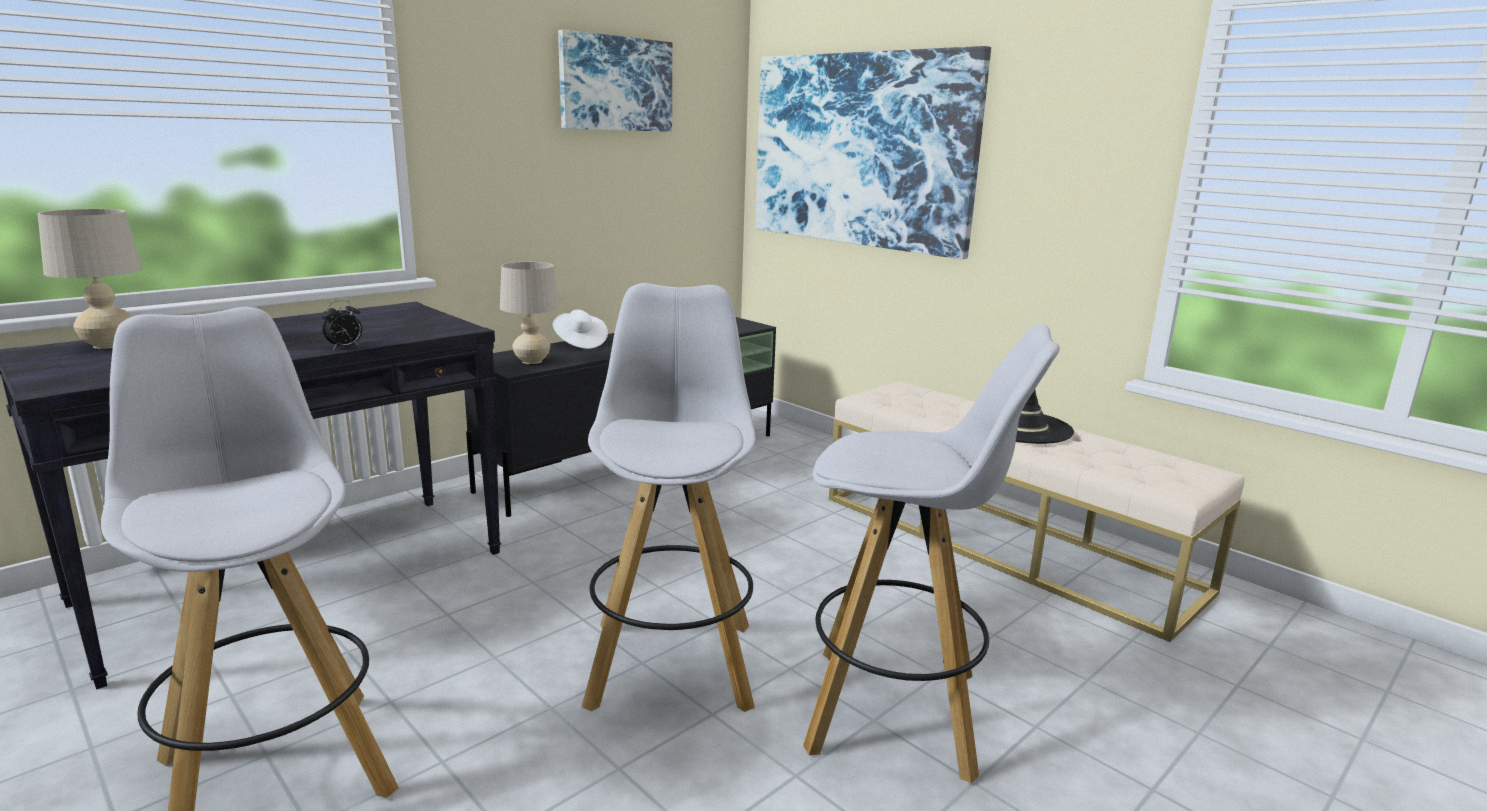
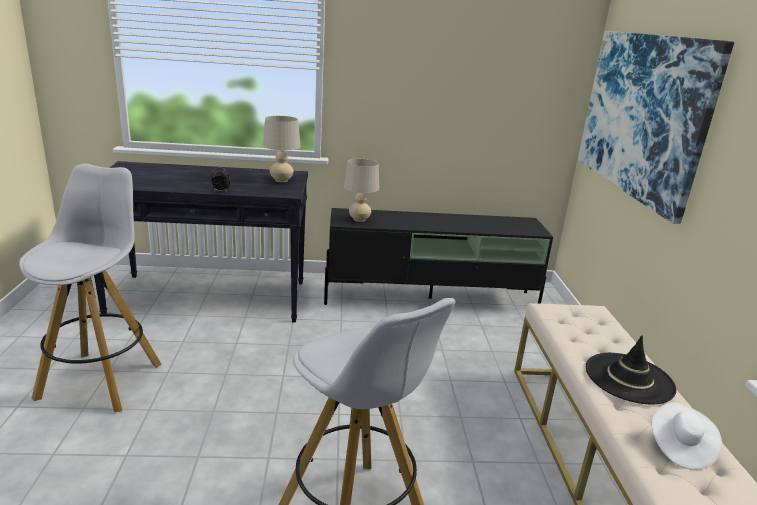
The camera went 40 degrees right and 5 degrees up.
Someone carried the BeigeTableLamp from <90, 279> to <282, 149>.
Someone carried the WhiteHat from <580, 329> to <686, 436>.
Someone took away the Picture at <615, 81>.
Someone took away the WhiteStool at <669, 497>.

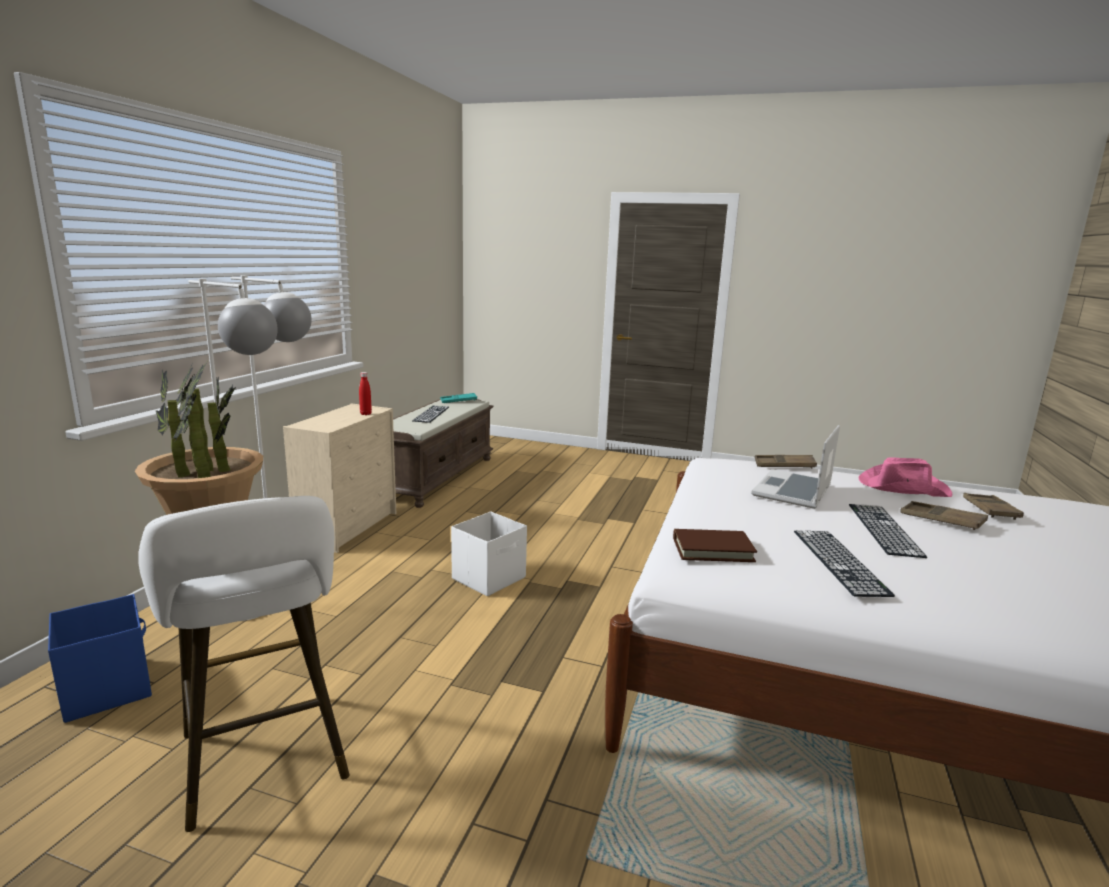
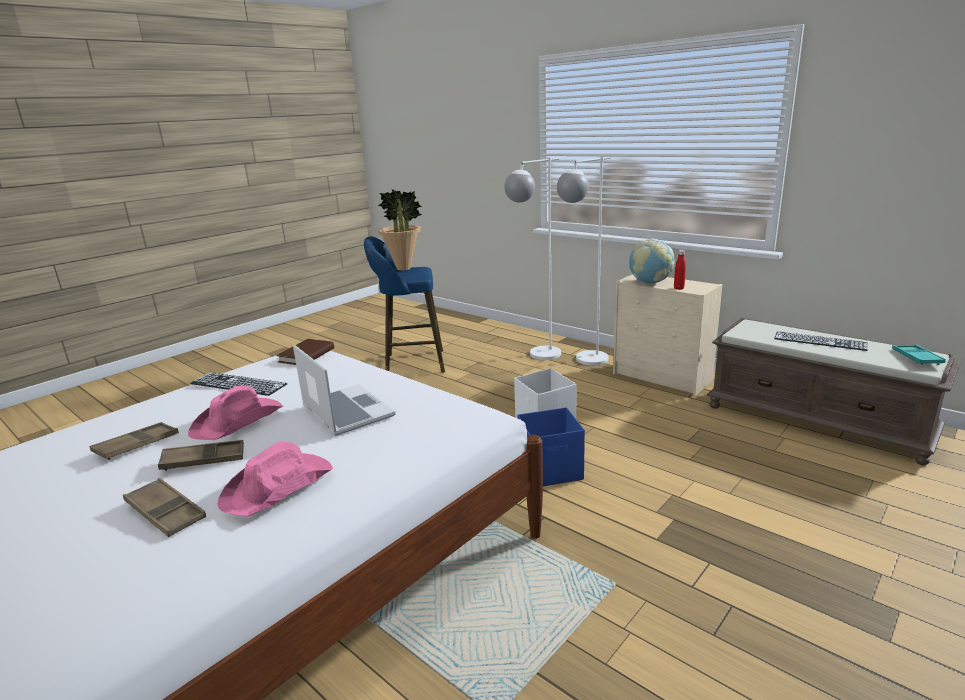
The camera went 115 degrees right and 5 degrees up.
Someone carried the BrownTray from <786, 461> to <134, 441>.
Someone swapped the Keyboard at <888, 531> for the PinkHat at <236, 412>.
Someone repainted the WhiteStool at <244, 664>, which became the BlueStool at <404, 304>.
Someone carried the BlueStorageBox from <100, 658> to <551, 446>.
Someone put down the Globe at <652, 261>.

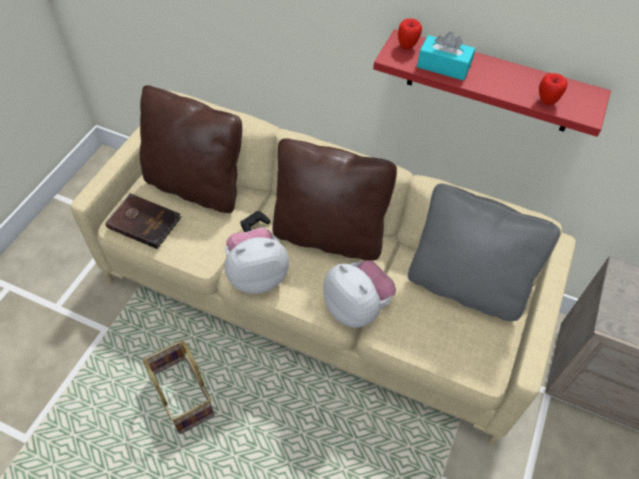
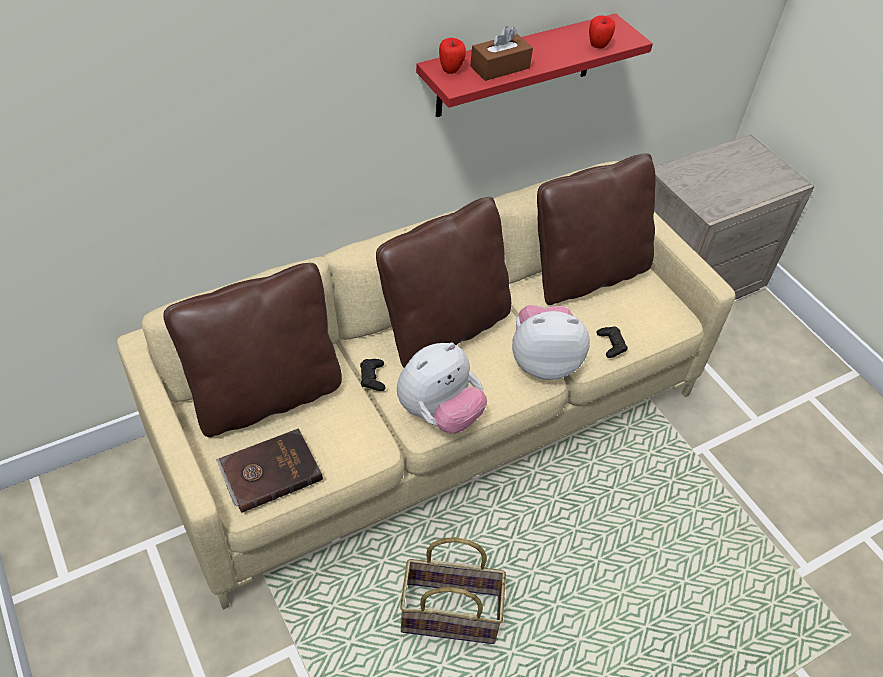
The camera went 55 degrees left and 5 degrees down.
Someone rotated the PlushToy at <257, 260> by 150 degrees counterclockwise.
Someone repainted the TurquoiseTissueBox at <446, 56>, which became the BrownTissueBox at <501, 53>.
Someone repainted the GreyPillow at <484, 252>, which became the BrownPillow at <596, 229>.
Someone put down the BlackGameController at <612, 342>.

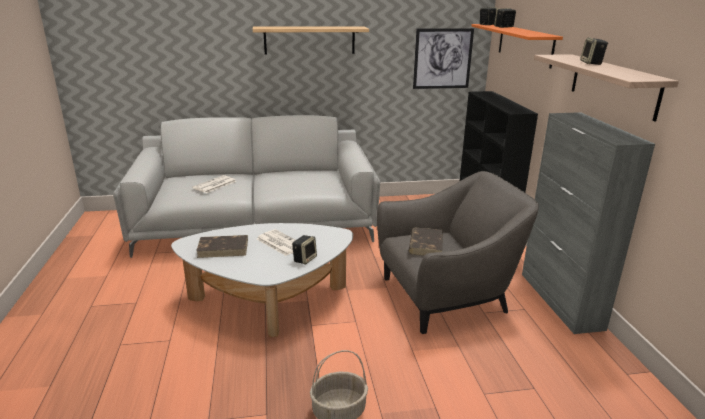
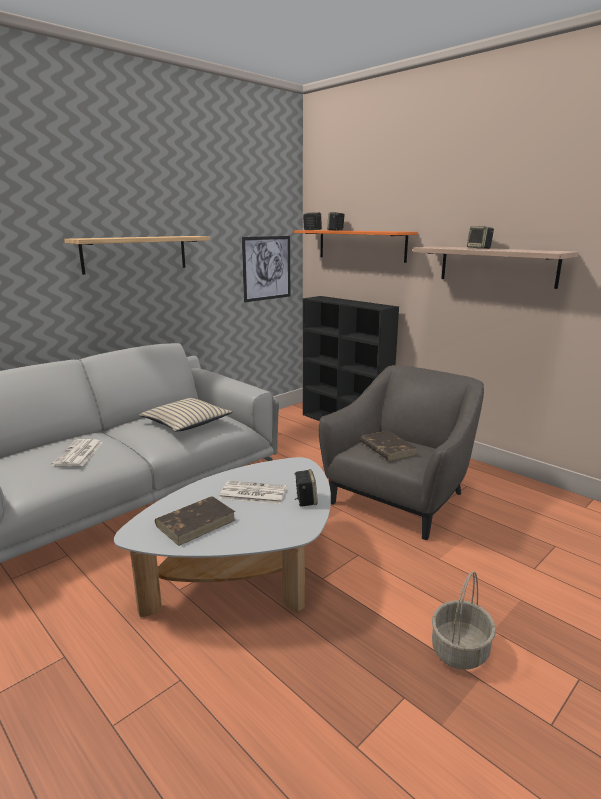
The camera went 35 degrees left and 5 degrees down.
Someone put down the BeigePillow at <186, 415>.
Someone took away the GreyCabinet at <588, 223>.

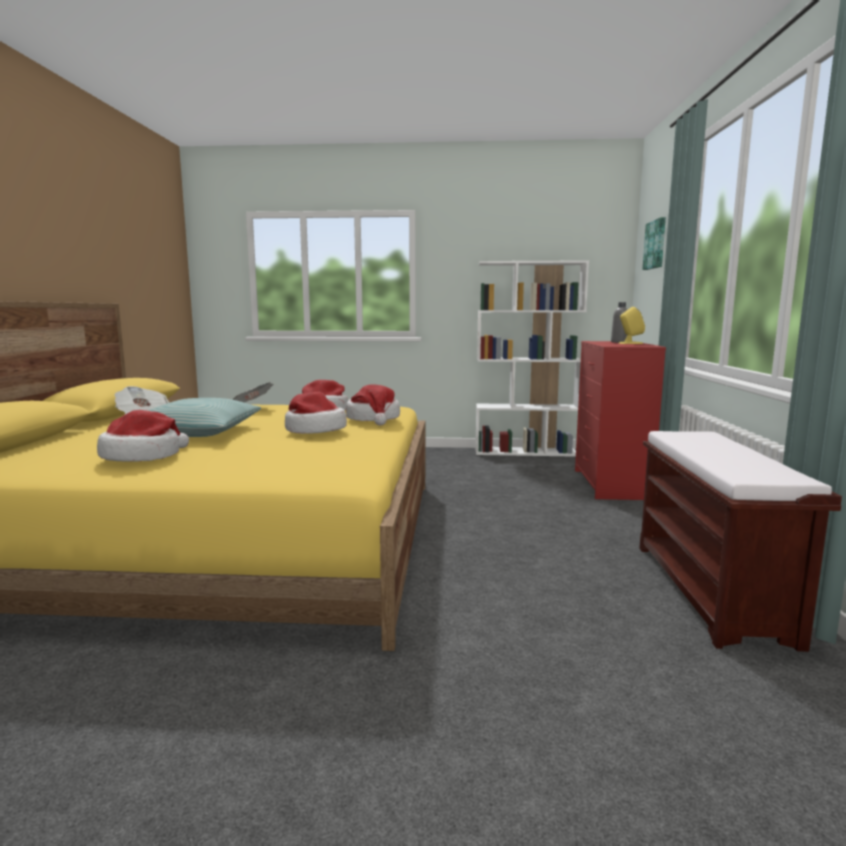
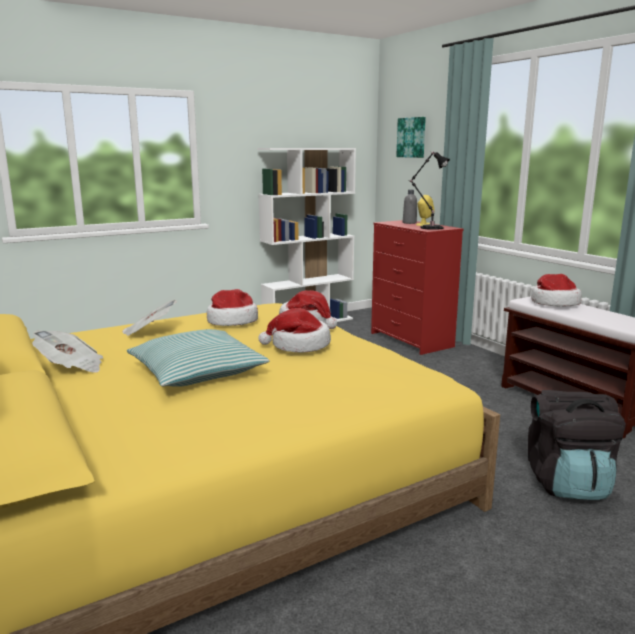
The camera went 35 degrees left and 5 degrees up.
Someone put down the BlackTableLamp at <430, 191>.
Someone put down the BlackBackpack at <577, 445>.
Someone carried the Hat from <143, 436> to <556, 290>.

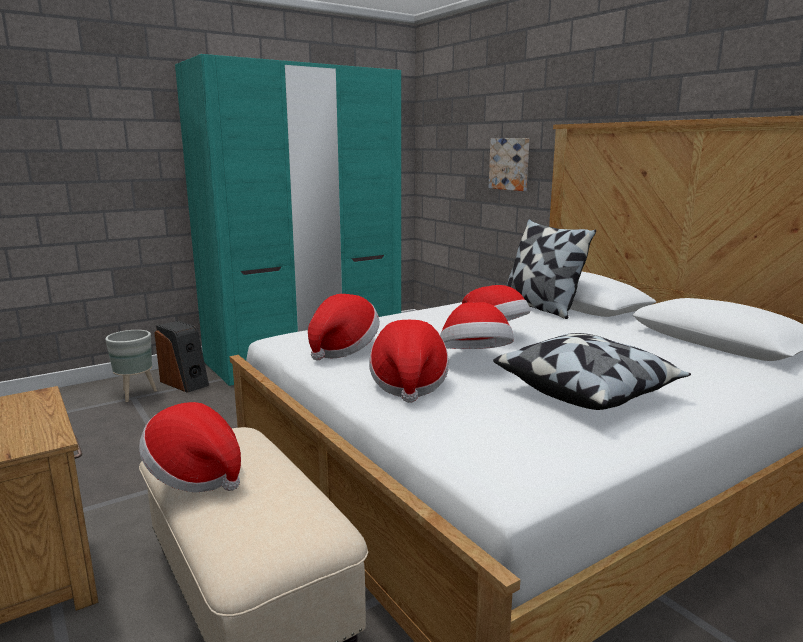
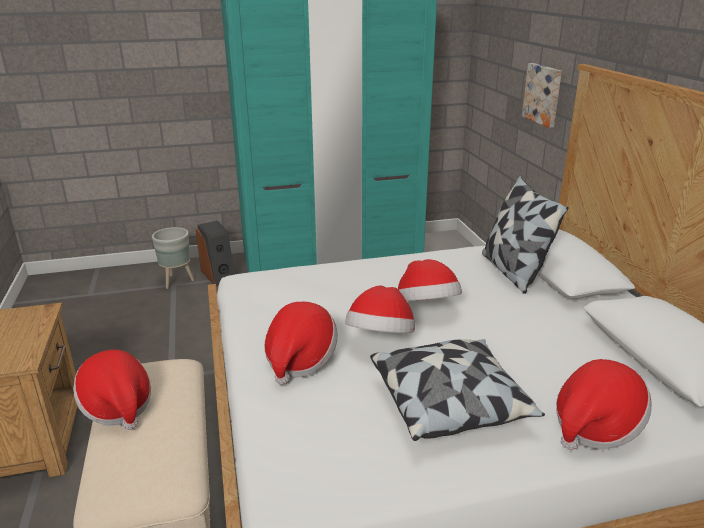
The camera went 20 degrees right and 10 degrees up.
Someone carried the Hat from <344, 327> to <604, 404>.

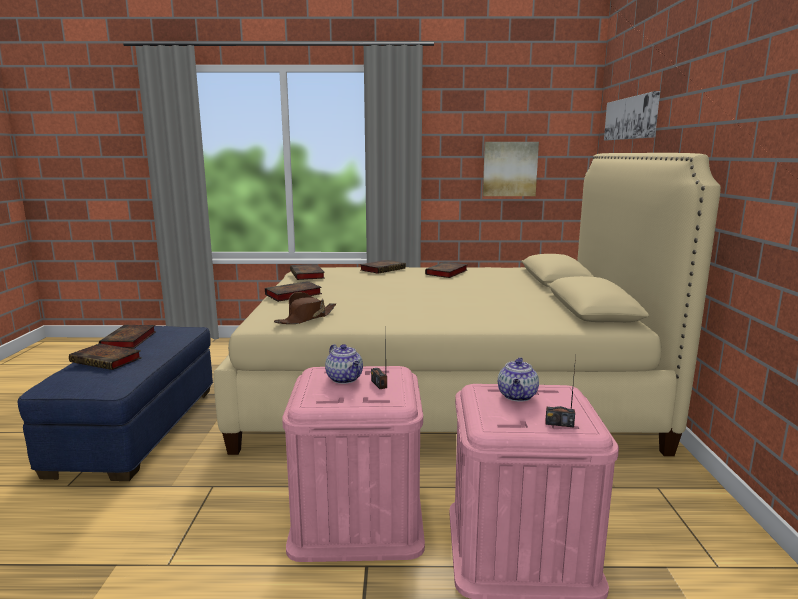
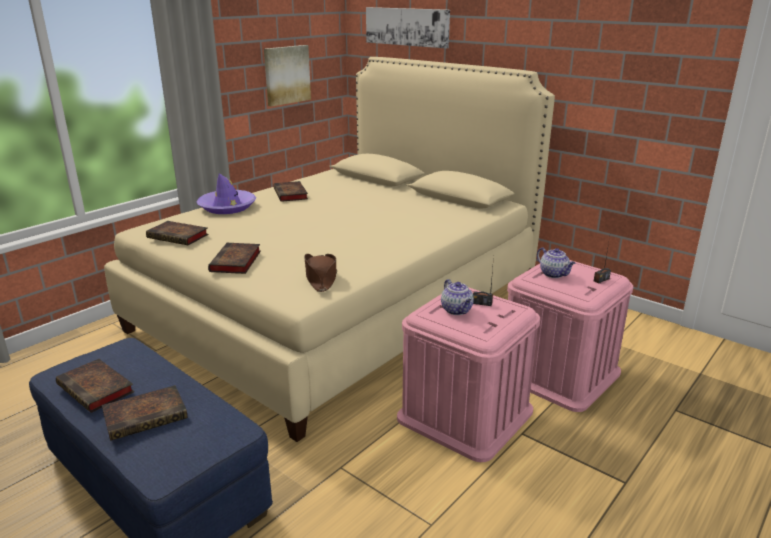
The camera went 50 degrees left and 10 degrees up.
Someone swapped the Book at <383, 267> for the PurpleHat at <226, 193>.
Someone rotated the Teapot at <344, 364> by 60 degrees clockwise.

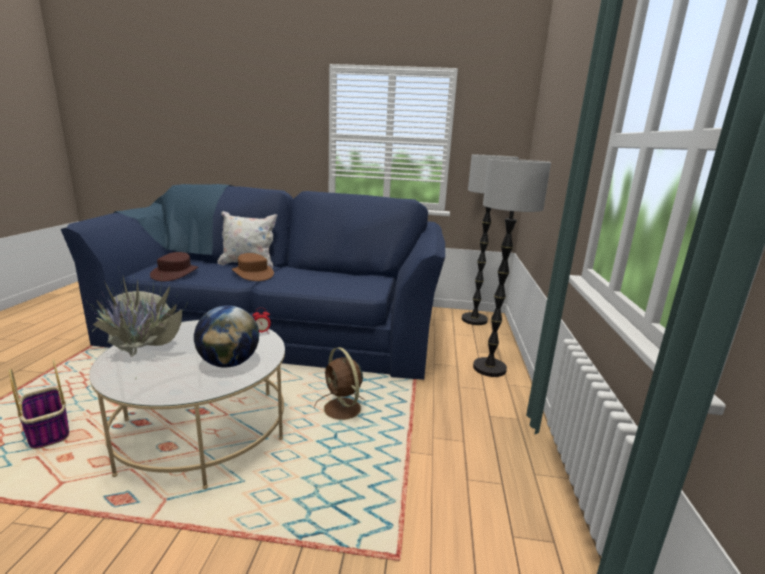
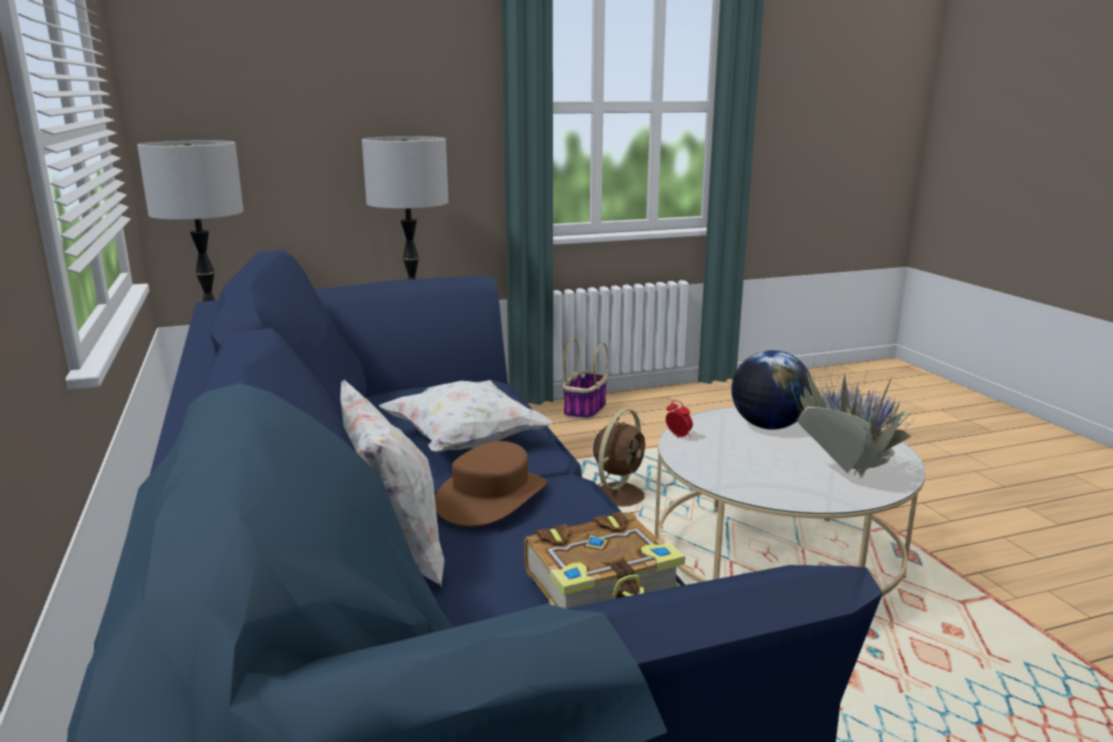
The camera went 115 degrees left and 0 degrees up.
Someone put down the WhitePillow at <466, 416>.
Someone swapped the BrownHat at <174, 267> for the Book at <604, 560>.
Someone carried the Basket from <39, 404> to <585, 379>.

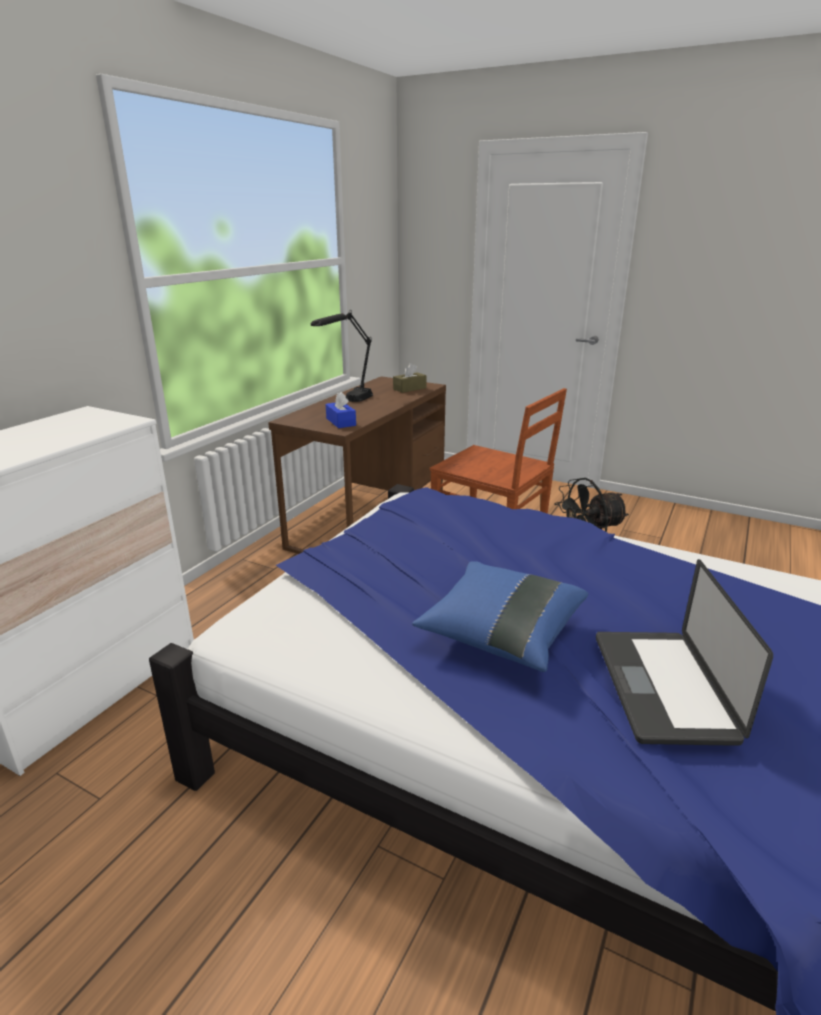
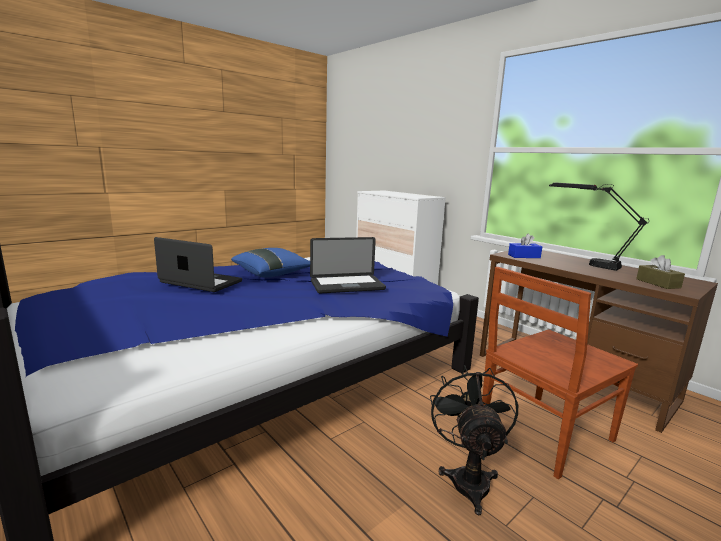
The camera went 110 degrees right and 10 degrees down.
Someone put down the Laptop at <348, 265>.

